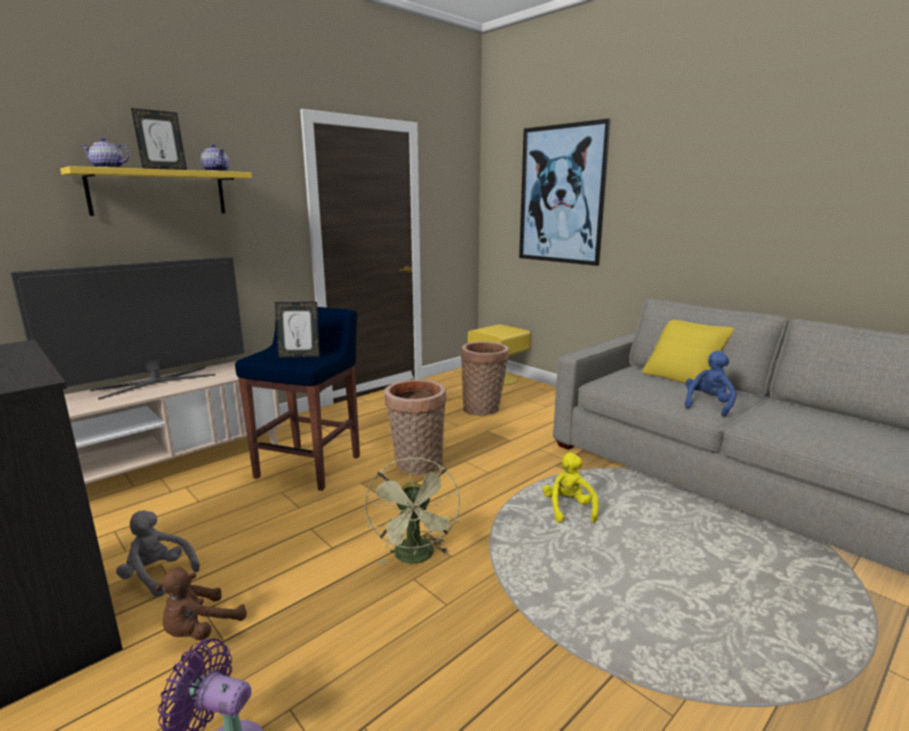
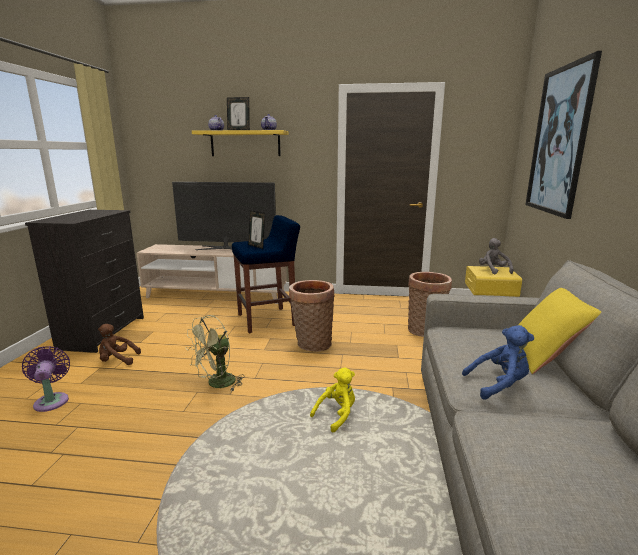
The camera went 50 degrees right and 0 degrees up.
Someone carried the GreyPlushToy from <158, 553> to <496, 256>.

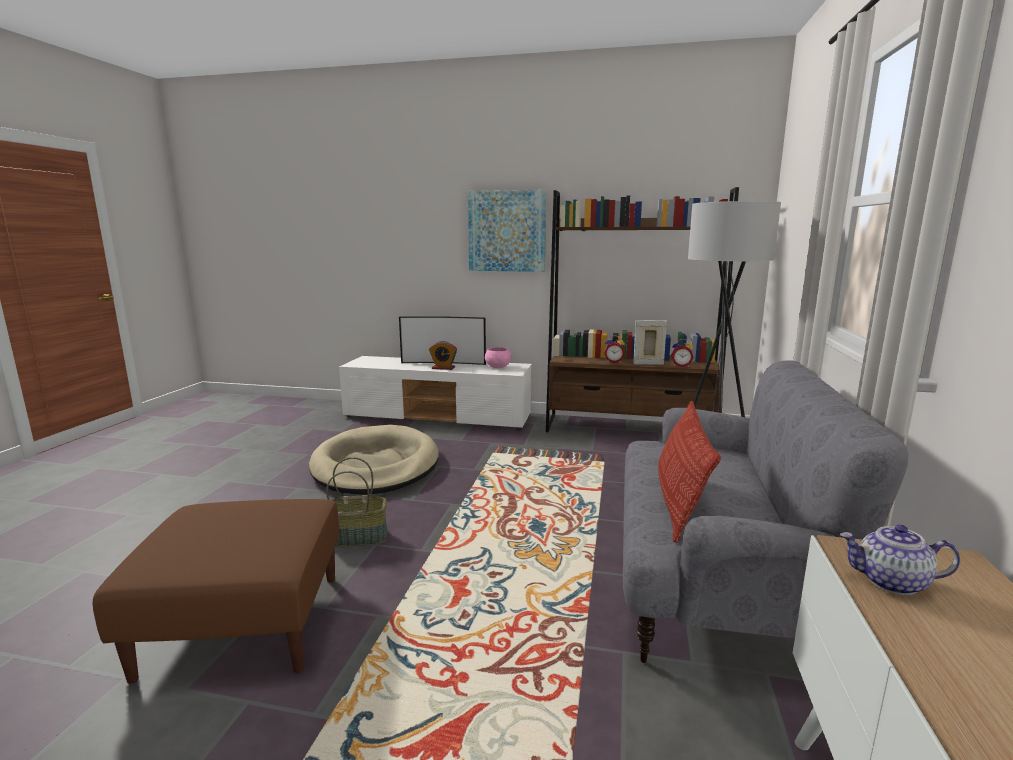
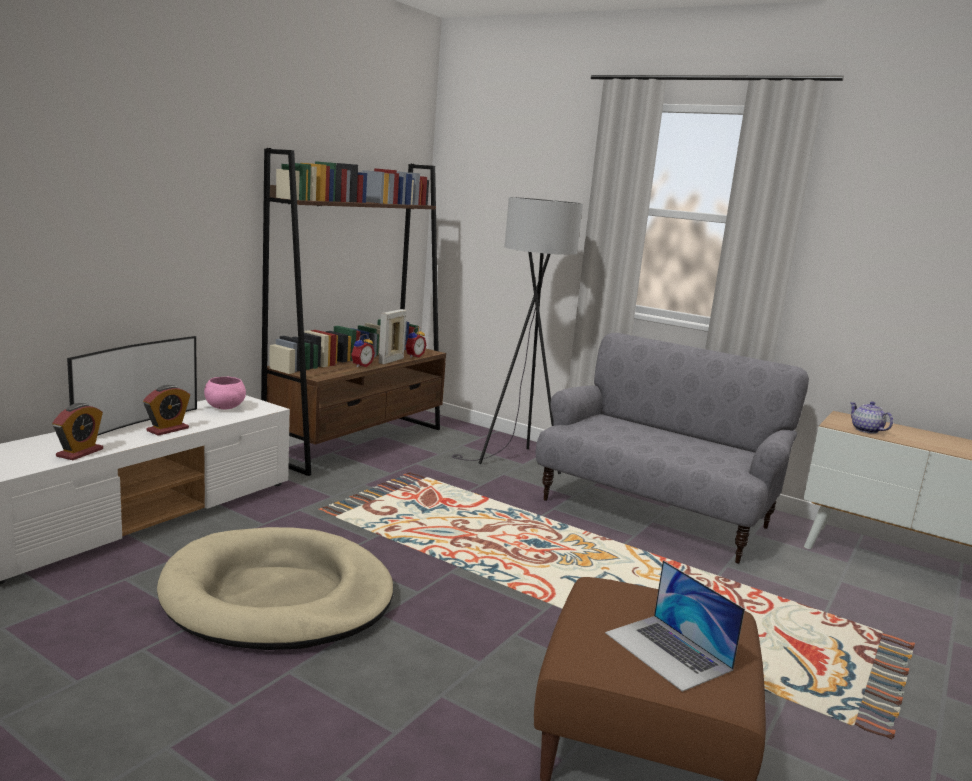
The camera went 70 degrees left and 0 degrees up.
Someone put down the AlarmClock at <77, 431>.
Someone put down the Laptop at <675, 626>.
Someone rotated the Teapot at <900, 559> by 120 degrees clockwise.
Someone took away the Basket at <356, 502>.
Someone took away the Picture at <507, 231>.
Someone took away the Pillow at <689, 472>.

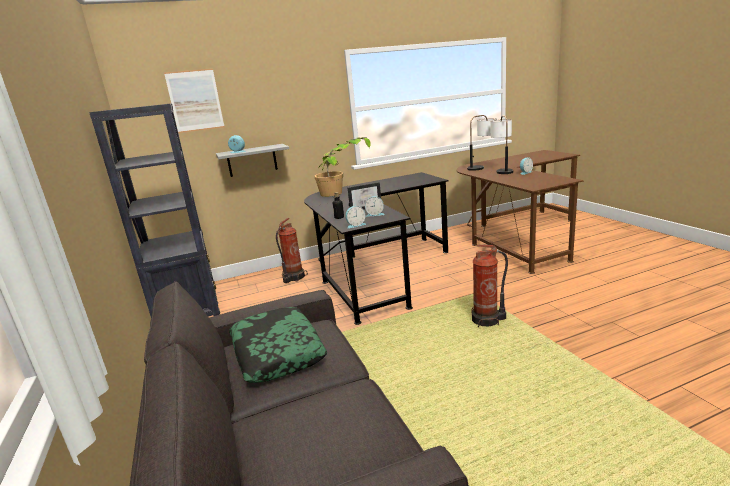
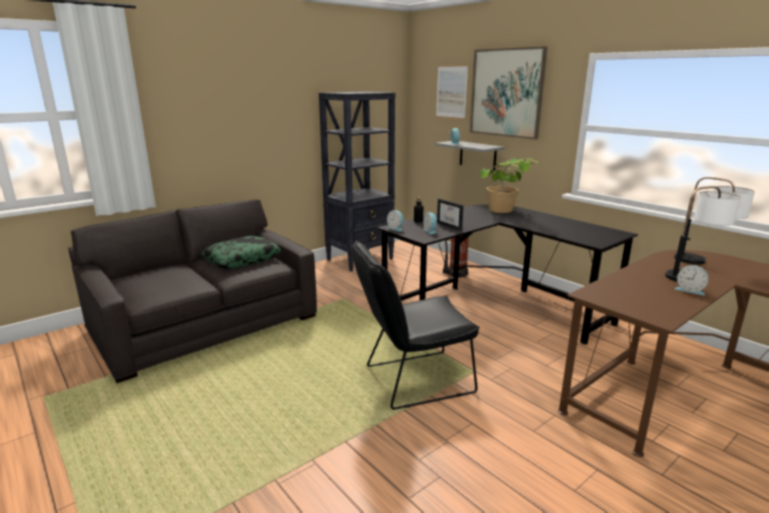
The camera went 70 degrees right and 0 degrees up.
Someone swapped the FireExtinguisher at <489, 286> for the BlackChair at <415, 325>.
Someone put up the Picture at <508, 92>.

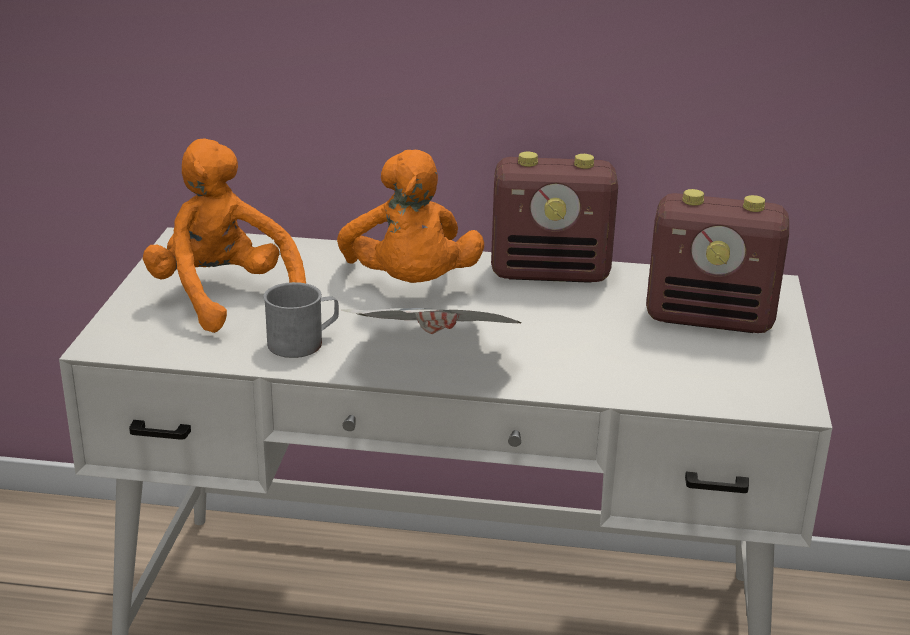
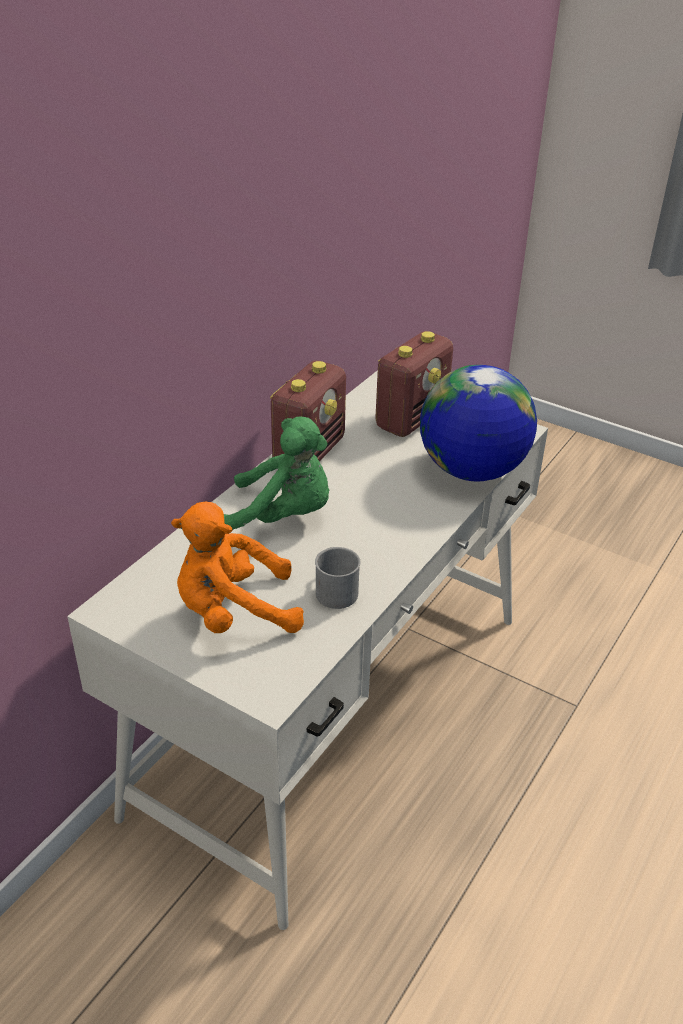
The camera went 65 degrees left and 10 degrees up.
Someone repainted the OrangePlushToy at <410, 216>, which became the GreenPlushToy at <276, 474>.
Someone put down the Globe at <478, 423>.
Someone took away the Newspaper at <431, 321>.

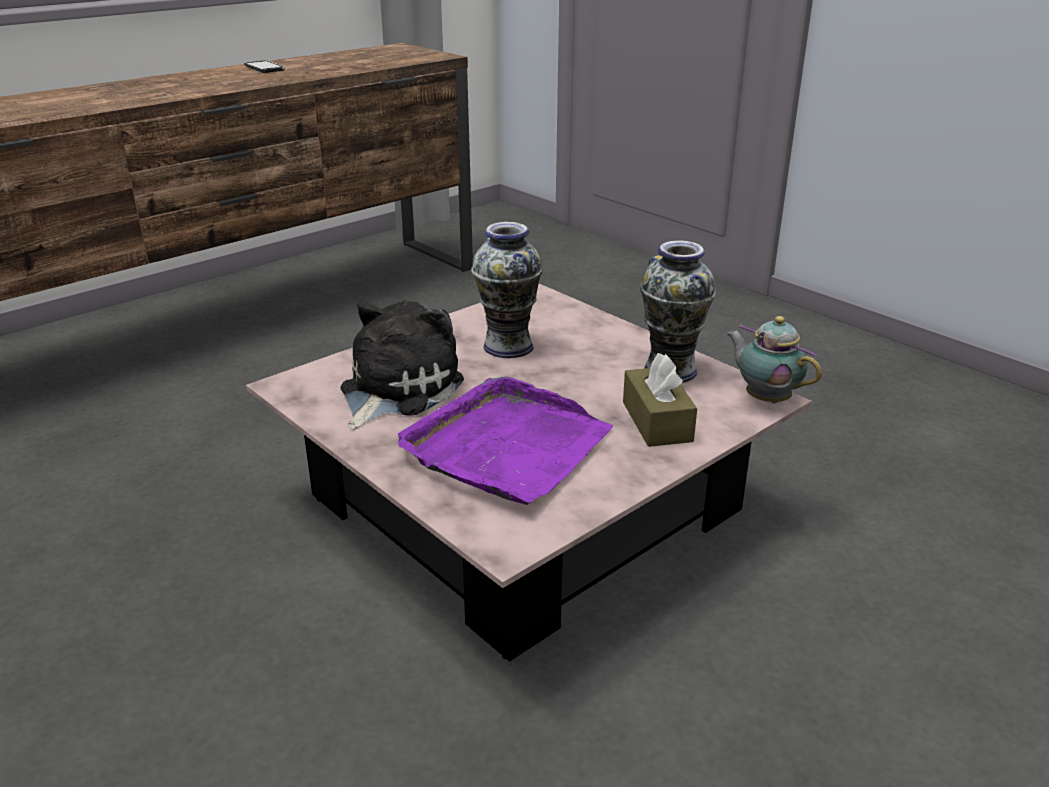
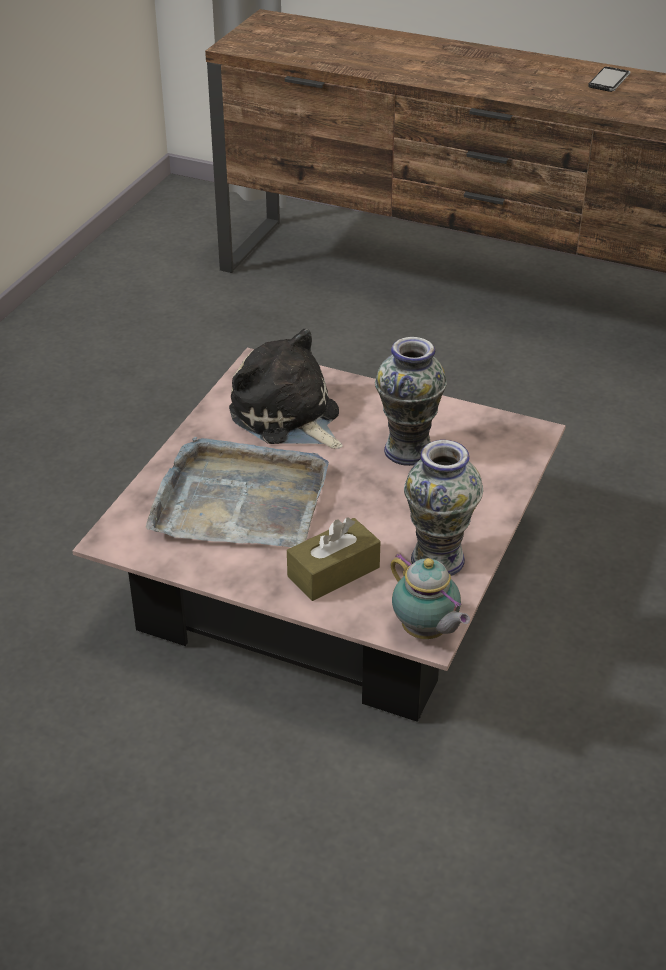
The camera went 65 degrees right and 10 degrees up.
Someone repainted the PurpleTray at <505, 441>, which became the GreyTray at <237, 492>.
Someone rotated the PlushToy at <402, 365> by 135 degrees counterclockwise.
Someone rotated the Teapot at <774, 359> by 120 degrees clockwise.

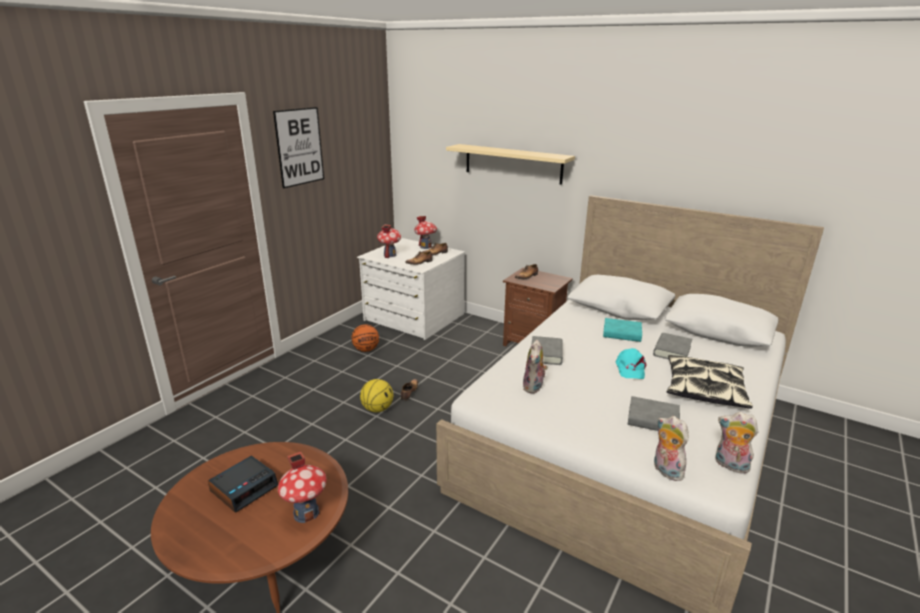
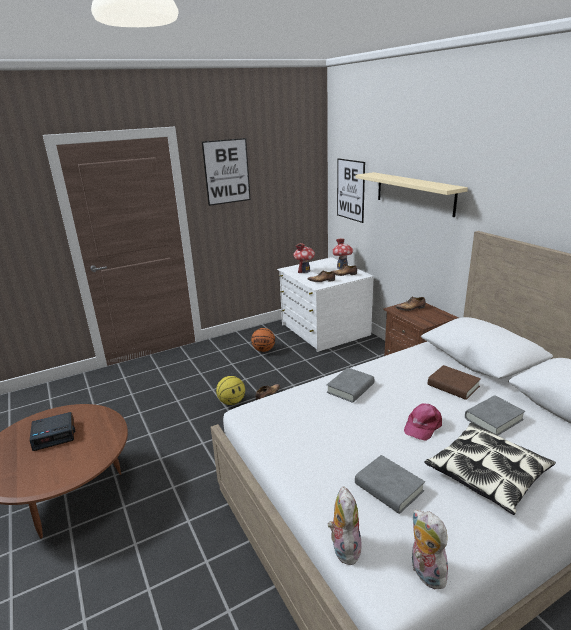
The camera went 30 degrees right and 0 degrees up.
Someone put up the Picture at <351, 190>.
Someone repainted the TurquoiseCap at <631, 363>, which became the PinkCap at <423, 422>.
Someone repainted the TurquoiseBook at <622, 330>, which became the BrownBook at <454, 382>.
Someone took away the ToyHouse at <302, 487>.
Someone took away the PlushToy at <535, 367>.

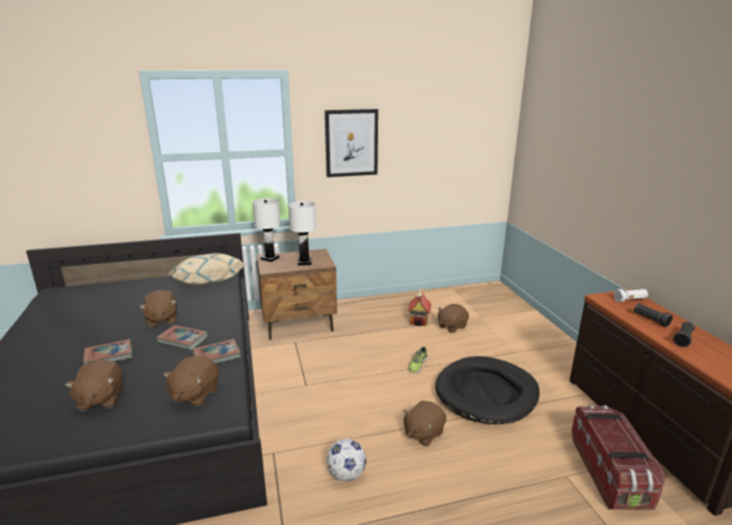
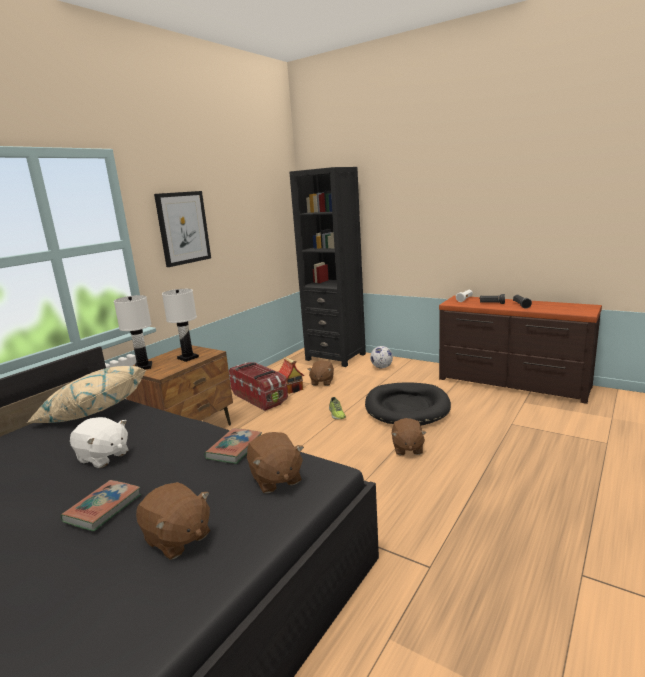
The camera went 40 degrees left and 5 degrees down.
Someone repainted the BrownPlushToy at <158, 309>, which became the WhitePlushToy at <99, 442>.
Someone carried the StorageBox from <619, 457> to <258, 386>.
Someone put down the BlackBookcase at <327, 267>.
Someone carried the Football from <346, 460> to <381, 357>.
Someone took away the Book at <183, 338>.

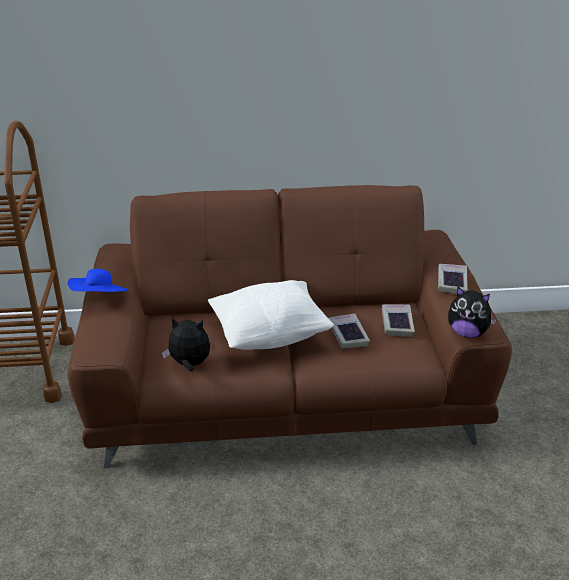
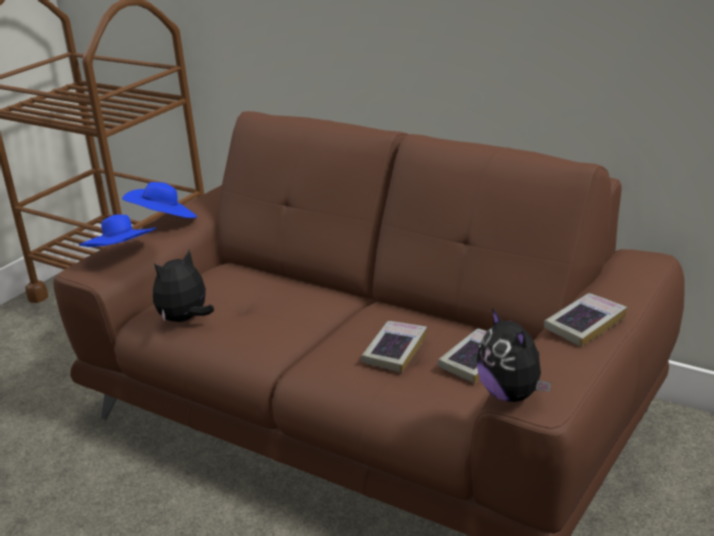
The camera went 40 degrees right and 5 degrees down.
Someone put down the BlueHat at <117, 230>.
Someone rotated the PlushToy at <186, 344> by 90 degrees counterclockwise.
Someone took away the WhitePillow at <271, 315>.

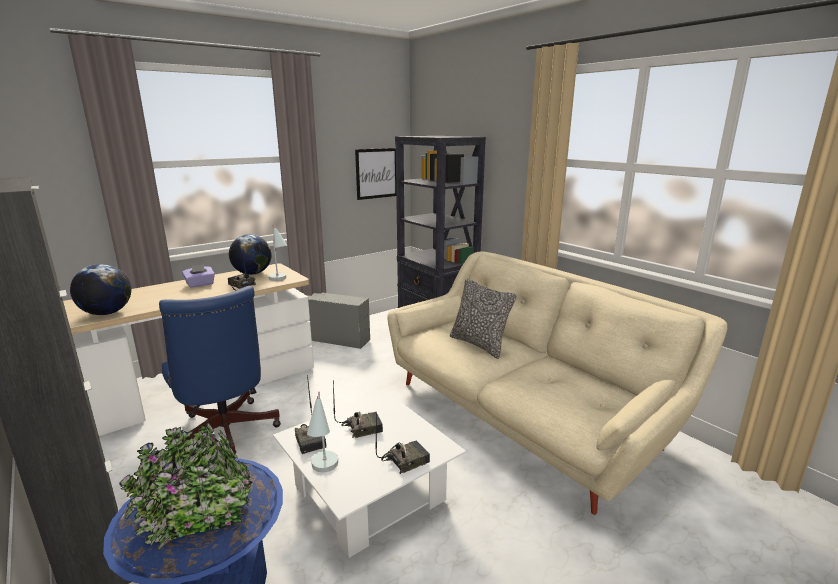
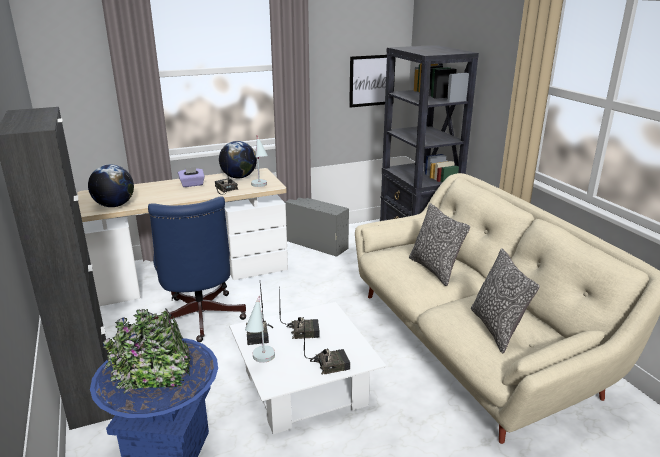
The camera went 15 degrees right and 5 degrees up.
Someone put down the Pillow at <505, 300>.

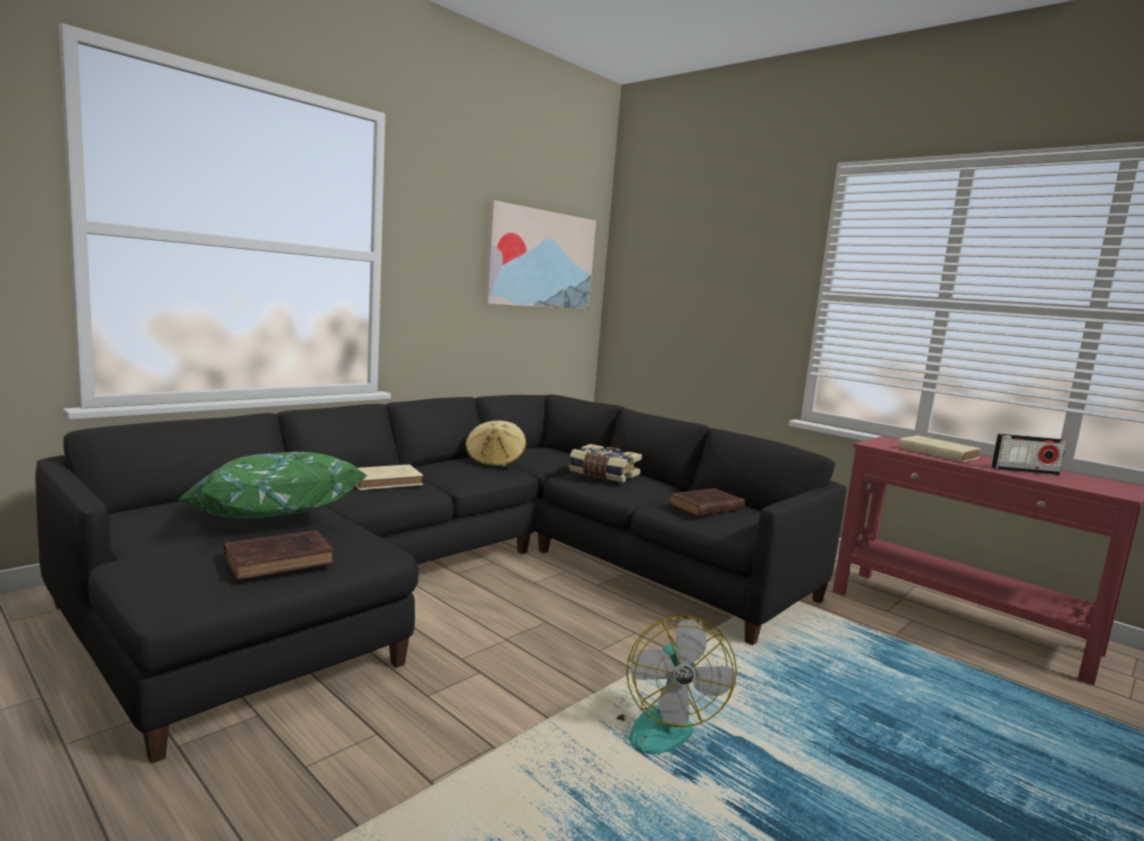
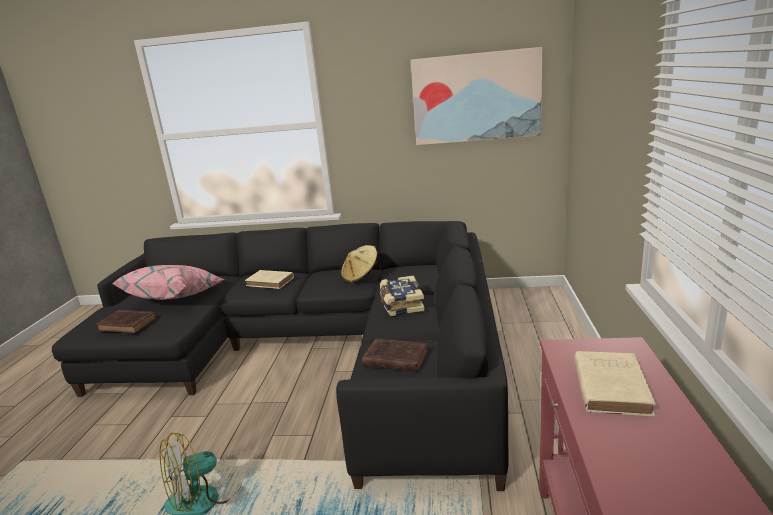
The camera went 55 degrees right and 10 degrees up.
Someone repainted the GreenPillow at <272, 485>, which became the PinkPillow at <169, 282>.
Someone took away the Radio at <1029, 454>.

